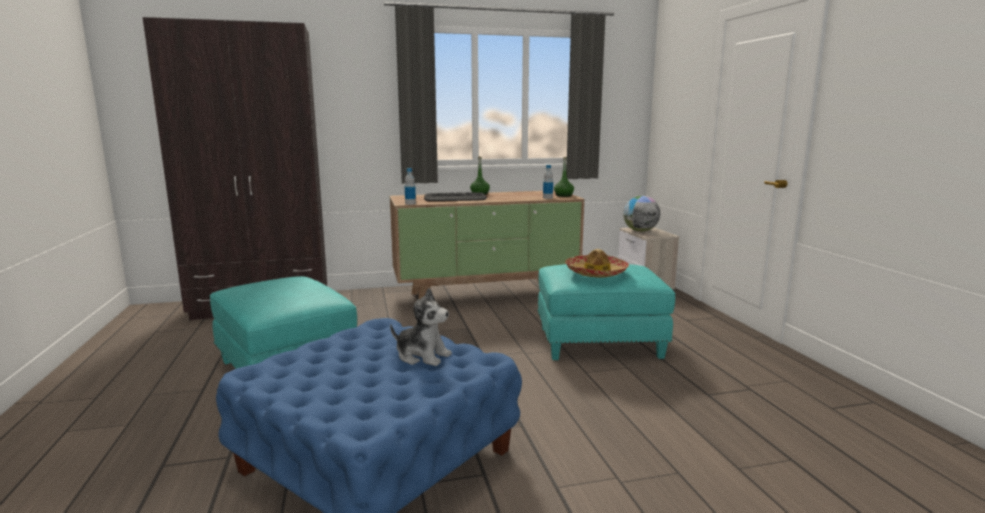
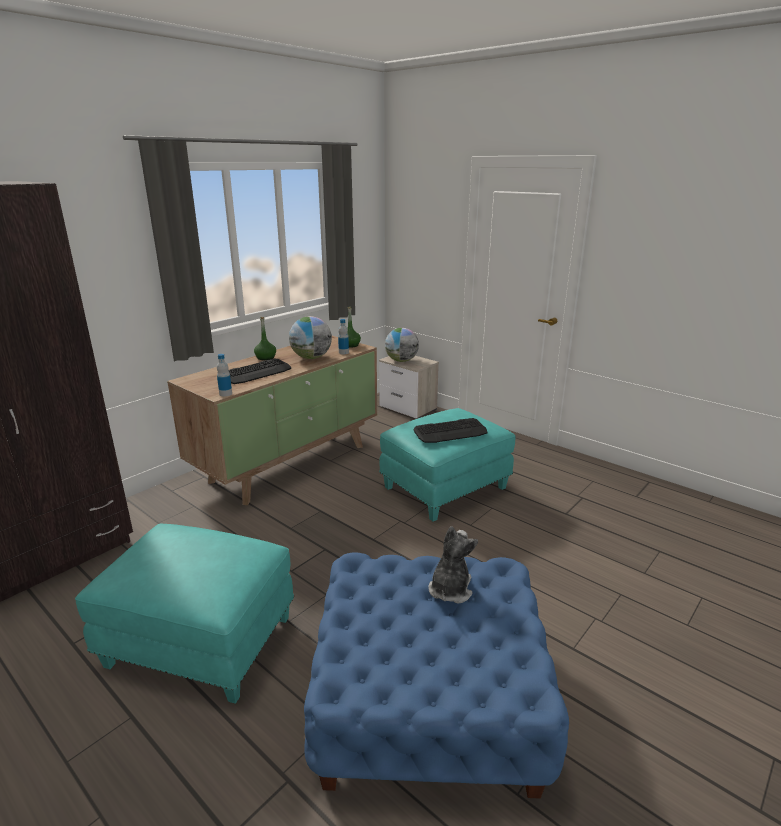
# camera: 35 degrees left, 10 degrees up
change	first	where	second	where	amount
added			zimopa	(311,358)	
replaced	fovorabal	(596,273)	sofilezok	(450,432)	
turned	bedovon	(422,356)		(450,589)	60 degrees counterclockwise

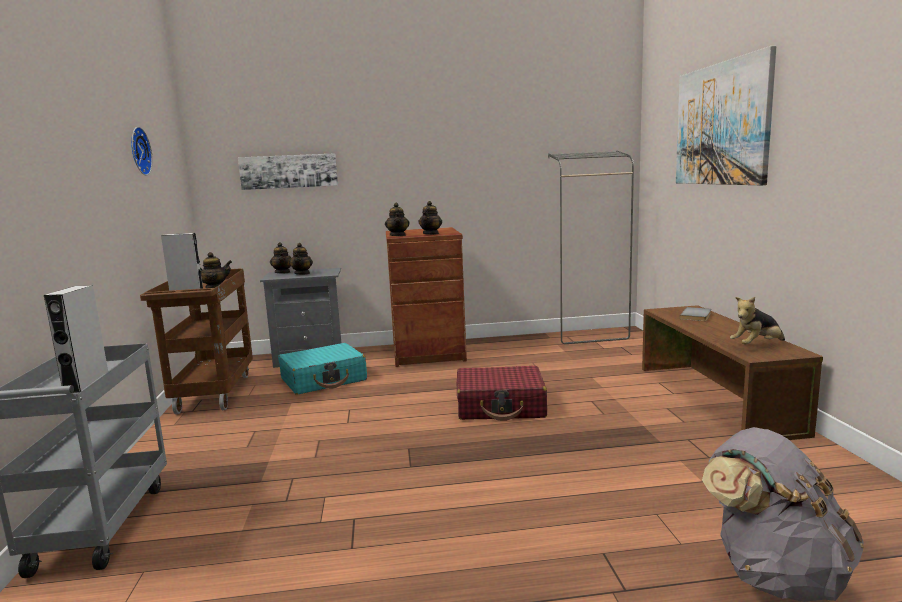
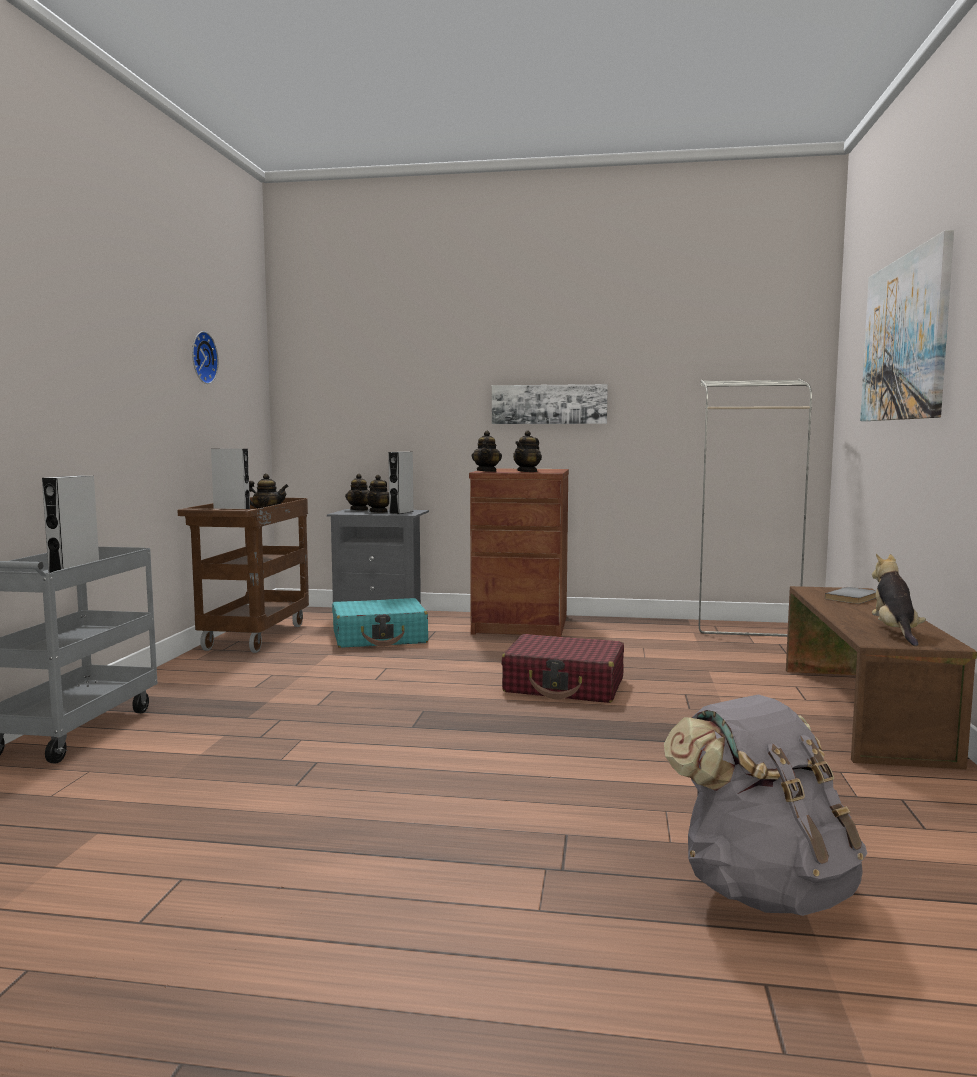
# camera: 15 degrees right, 5 degrees down
change	first	where	second	where	amount
added			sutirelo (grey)	(401,512)	
moved	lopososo	(289,171)		(549,404)	
turned	bedovon	(757,346)		(895,632)	105 degrees clockwise

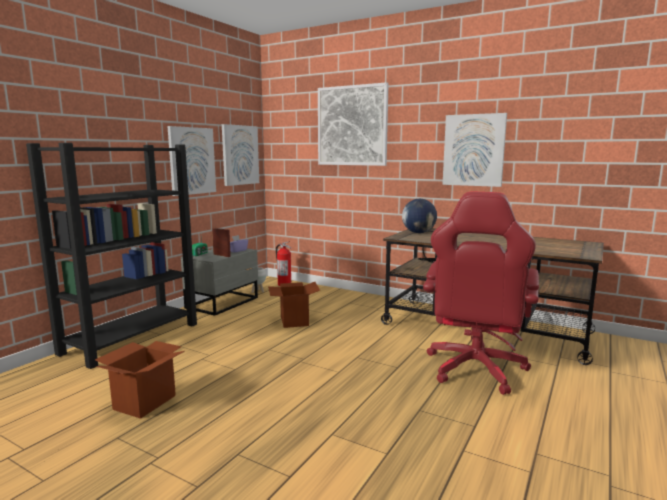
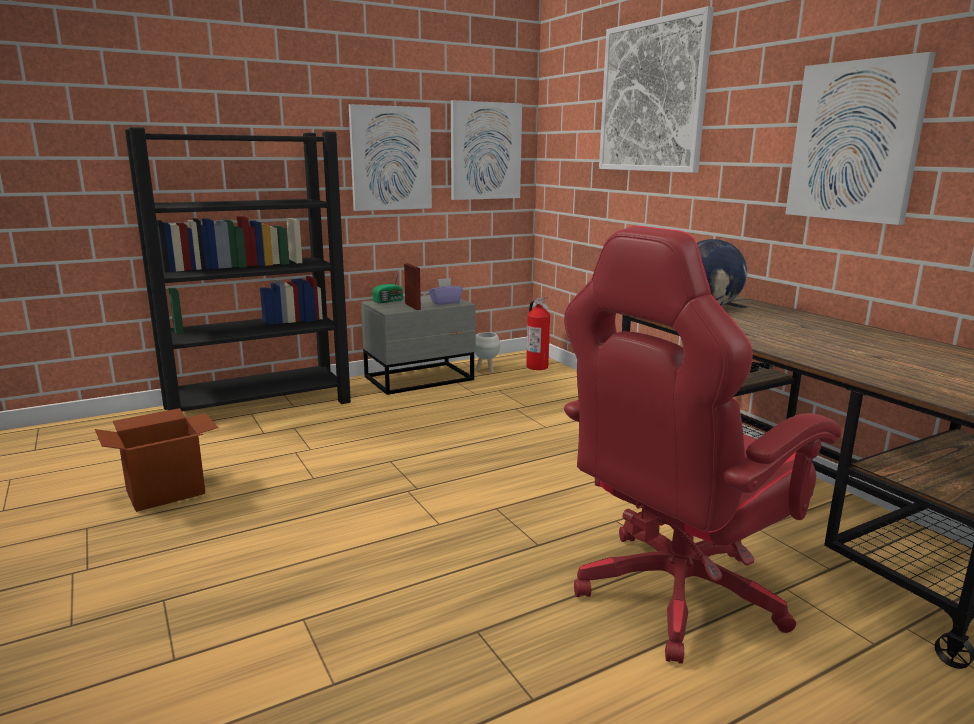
# camera: 30 degrees right, 5 degrees up
change	first	where	second	where	amount
removed	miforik	(294,321)			

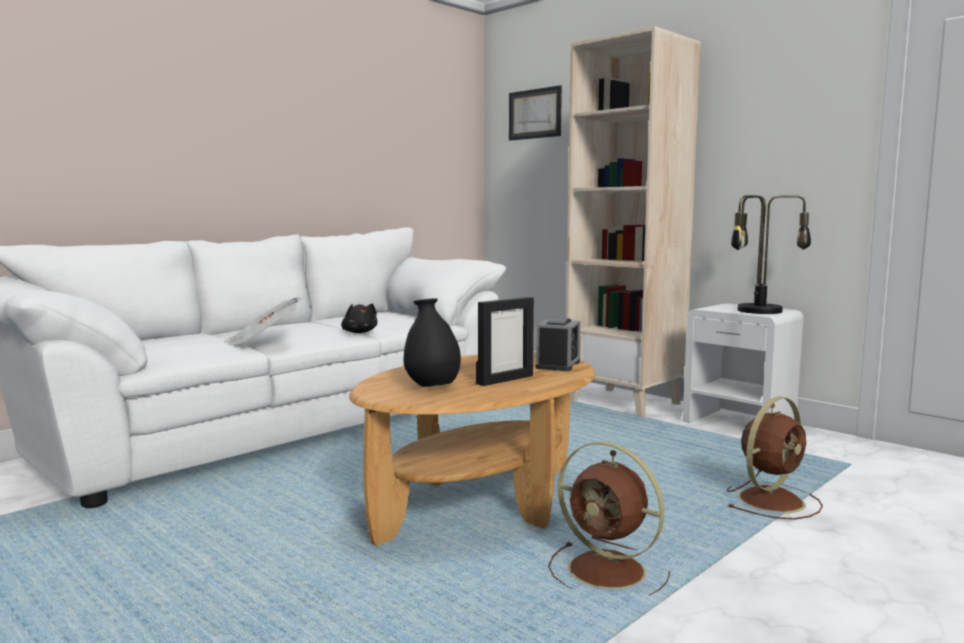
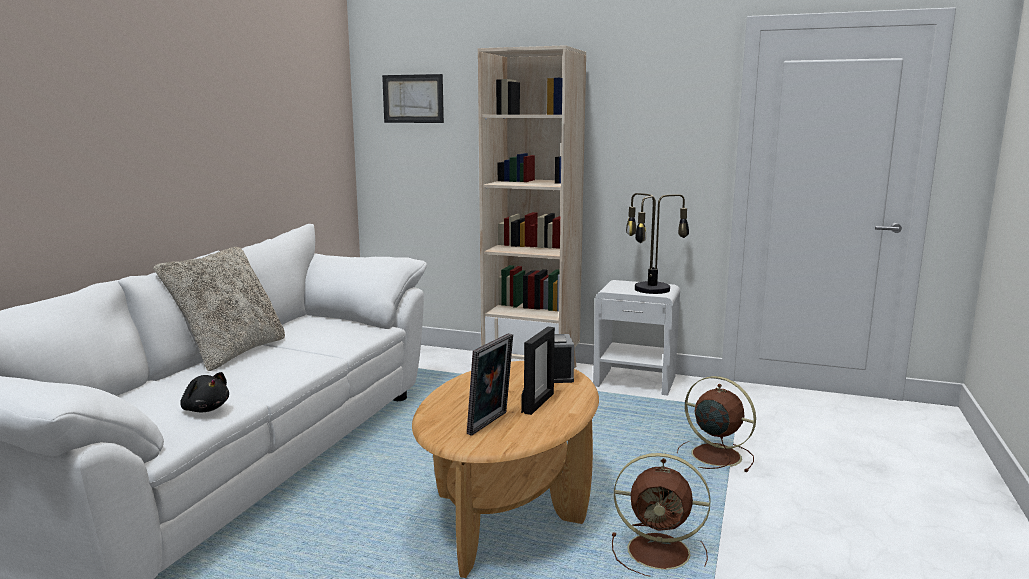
# camera: 25 degrees left, 5 degrees up
change	first	where	second	where	amount
removed	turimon	(263,341)			
added			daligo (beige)	(231,351)	
moved	bedovon (black)	(359,332)		(205,409)	
replaced	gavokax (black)	(432,387)	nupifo	(490,424)	
turned	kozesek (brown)	(772,500)		(713,455)	75 degrees counterclockwise

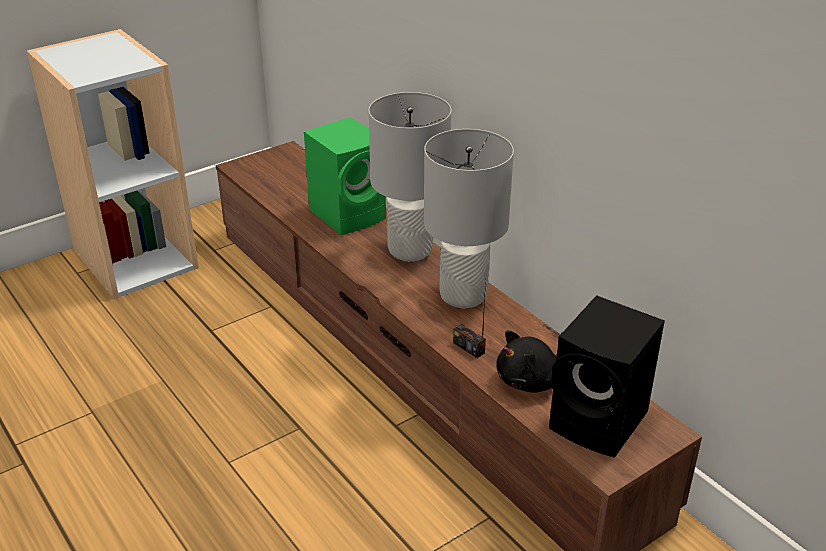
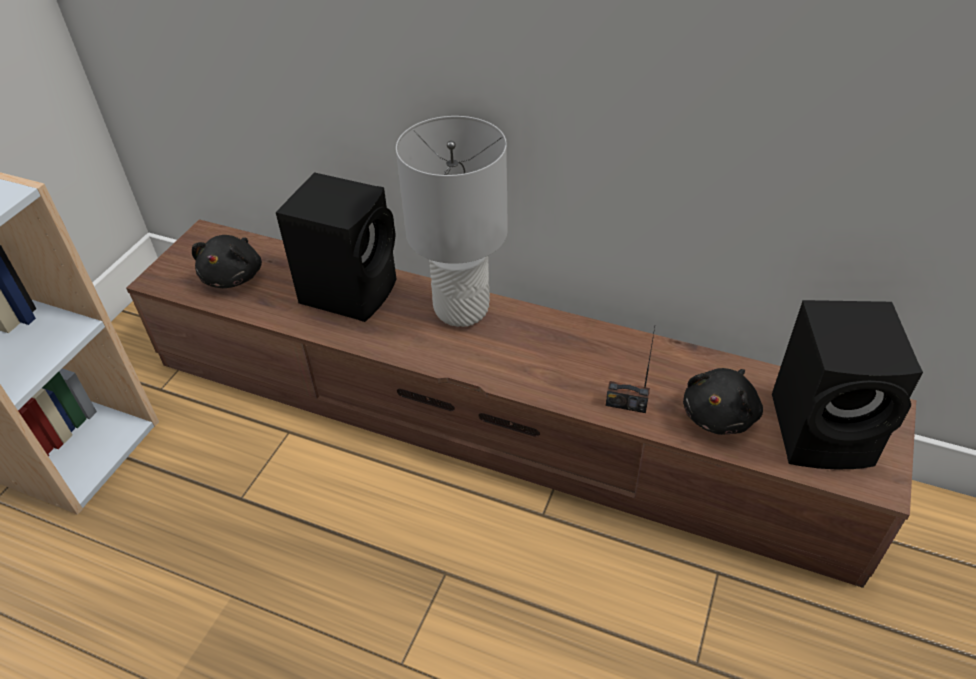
# camera: 30 degrees left, 10 degrees up
change	first	where	second	where	amount
removed	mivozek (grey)	(464,299)			
added			bedovon (black)	(234,276)	
recoloured	sutirelo (green)	(350,214)	sutirelo (black)	(351,290)	

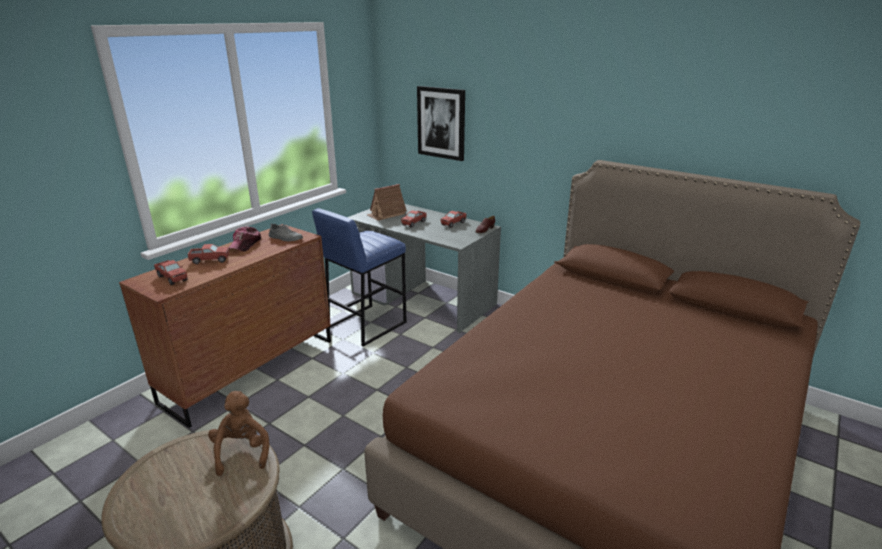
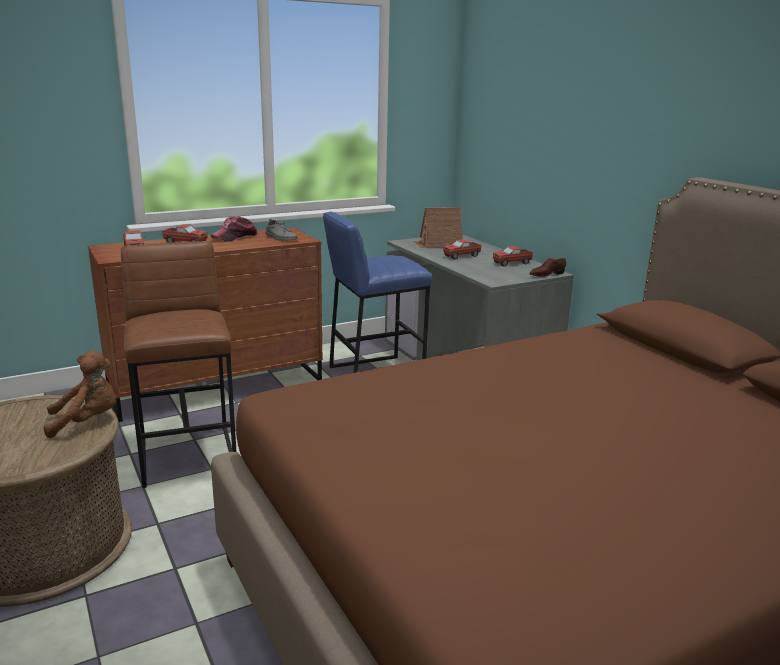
# camera: 25 degrees right, 5 degrees down
change	first	where	second	where	amount
removed	lopososo	(441,123)			
added			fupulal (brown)	(187,454)	
turned	bedovon (brown)	(242,452)		(87,421)	60 degrees clockwise

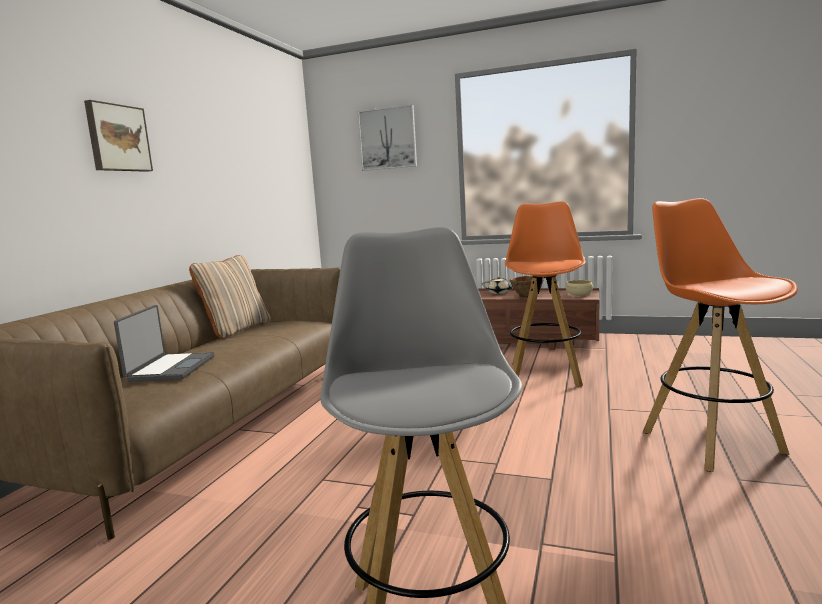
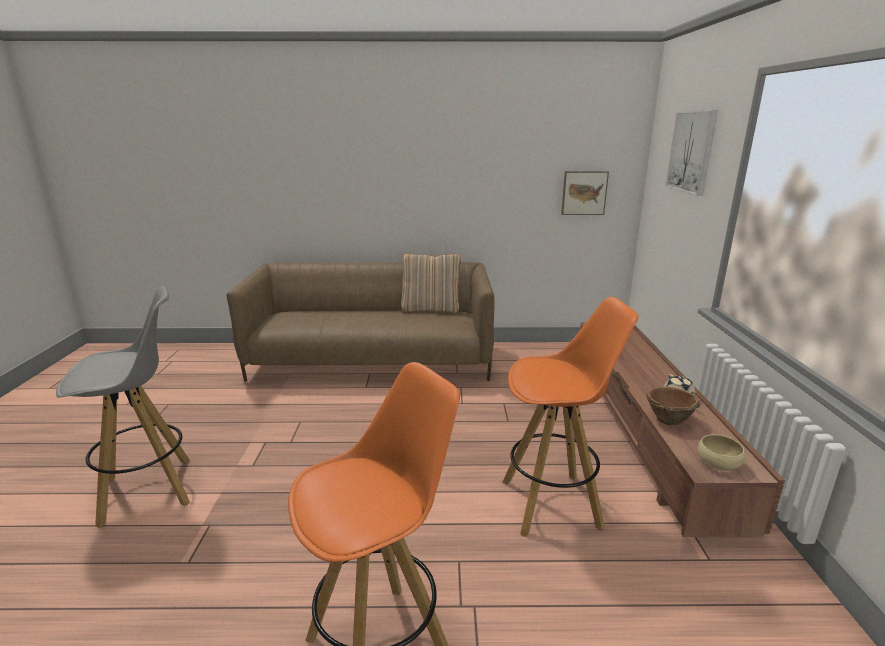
# camera: 70 degrees right, 10 degrees up
change	first	where	second	where	amount
removed	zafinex	(170,368)			
moved	lopososo	(117,138)		(583,193)	

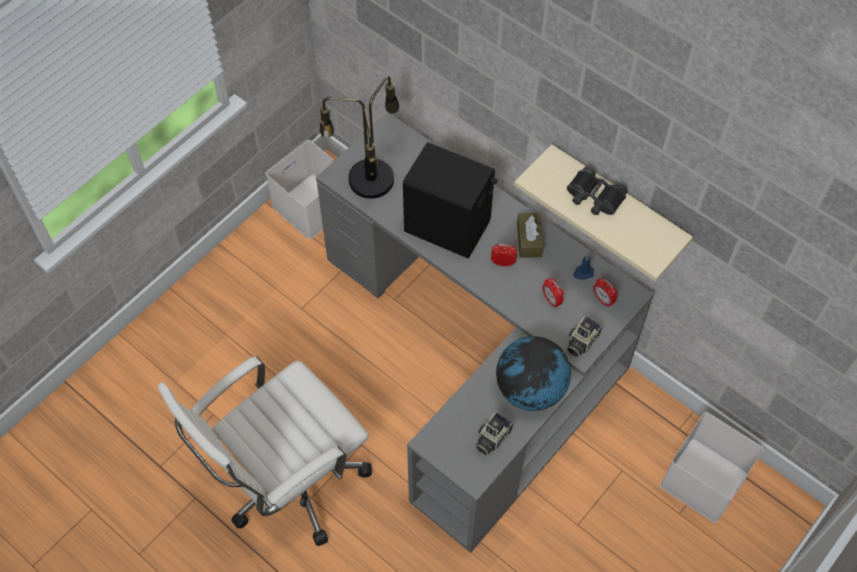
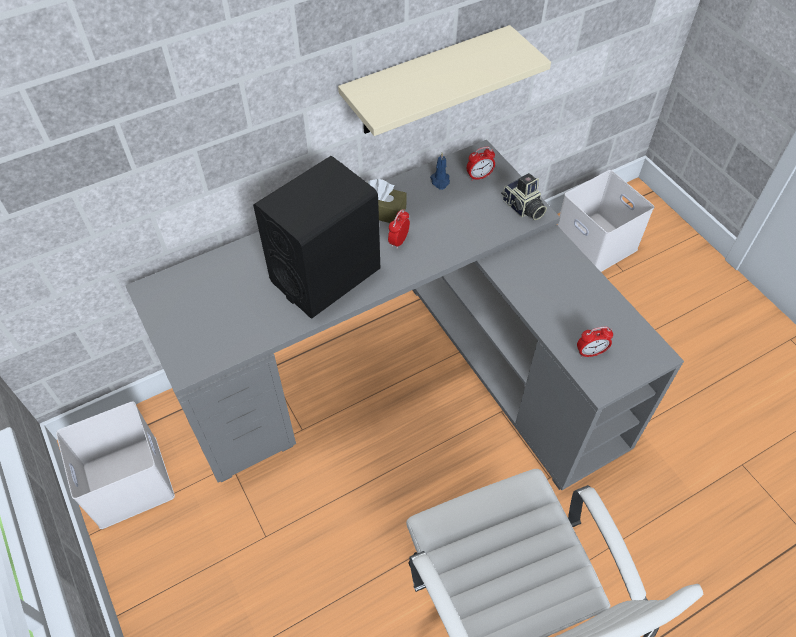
# camera: 70 degrees left, 5 degrees down
change	first	where	second	where	amount
removed	mivozek	(370,179)			
removed	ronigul	(491,438)			
removed	zimopa	(530,390)			
removed	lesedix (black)	(594,197)			
moved	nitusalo	(551,300)		(590,352)	

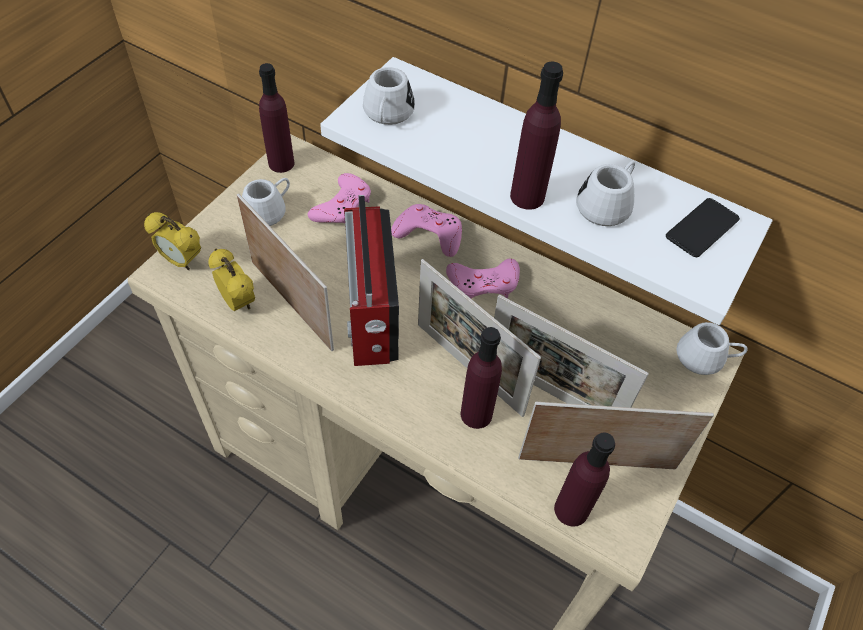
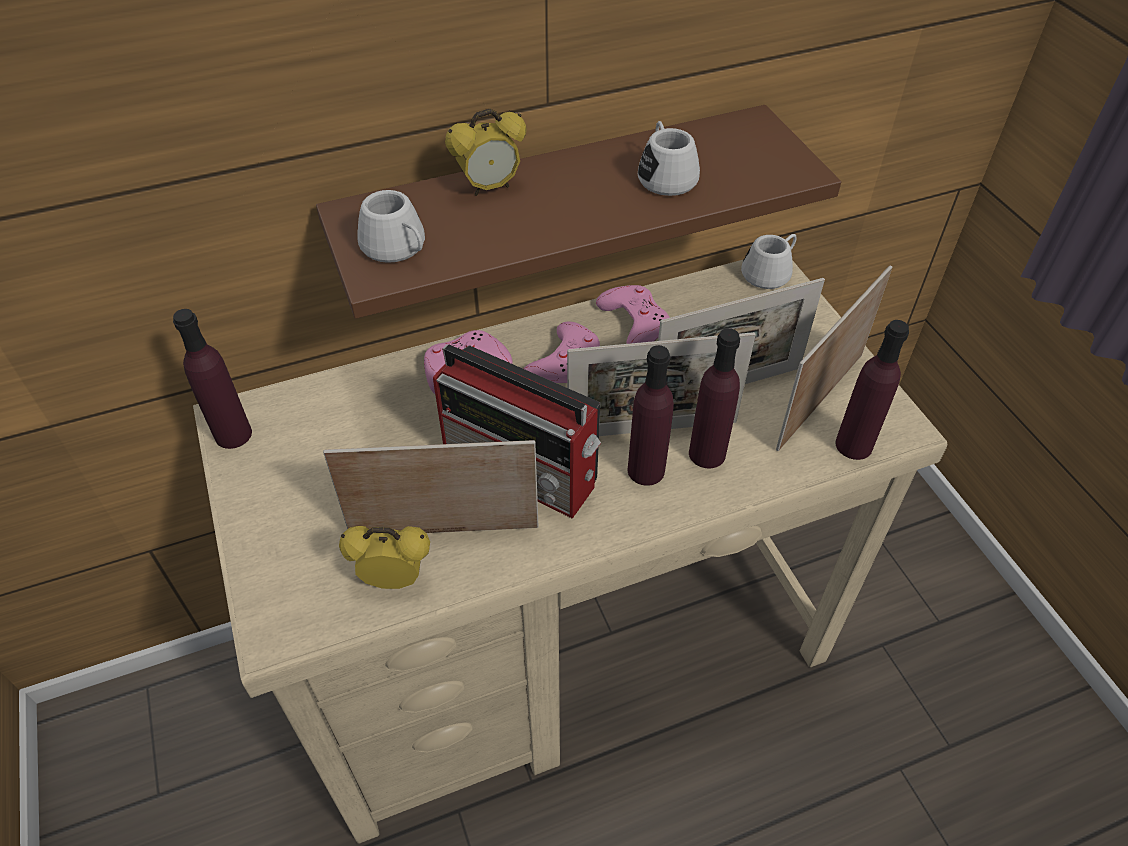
# camera: 50 degrees left, 5 degrees down
change	first	where	second	where	amount
removed	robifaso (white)	(269,210)			
removed	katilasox	(702,228)			
moved	nitusalo	(182,261)		(489,188)	
moved	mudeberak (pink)	(342,206)		(634,322)	
moved	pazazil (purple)	(527,196)		(646,470)	
recoloured	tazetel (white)	(558,173)	tazetel (brown)	(554,204)	

